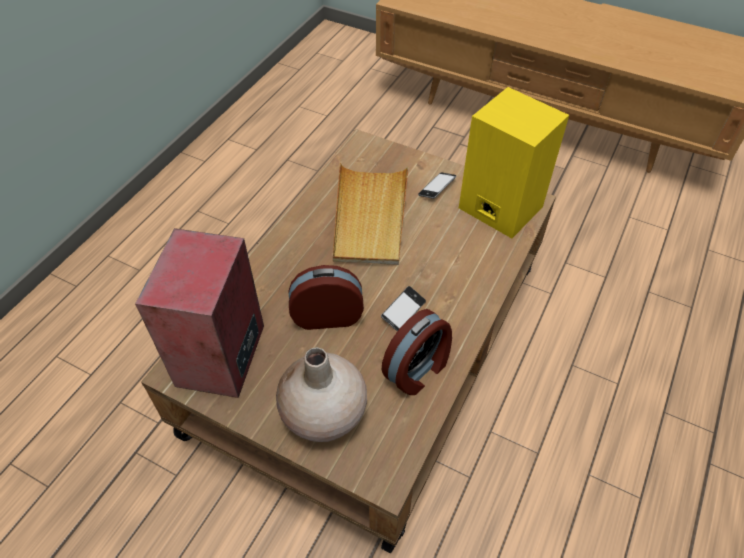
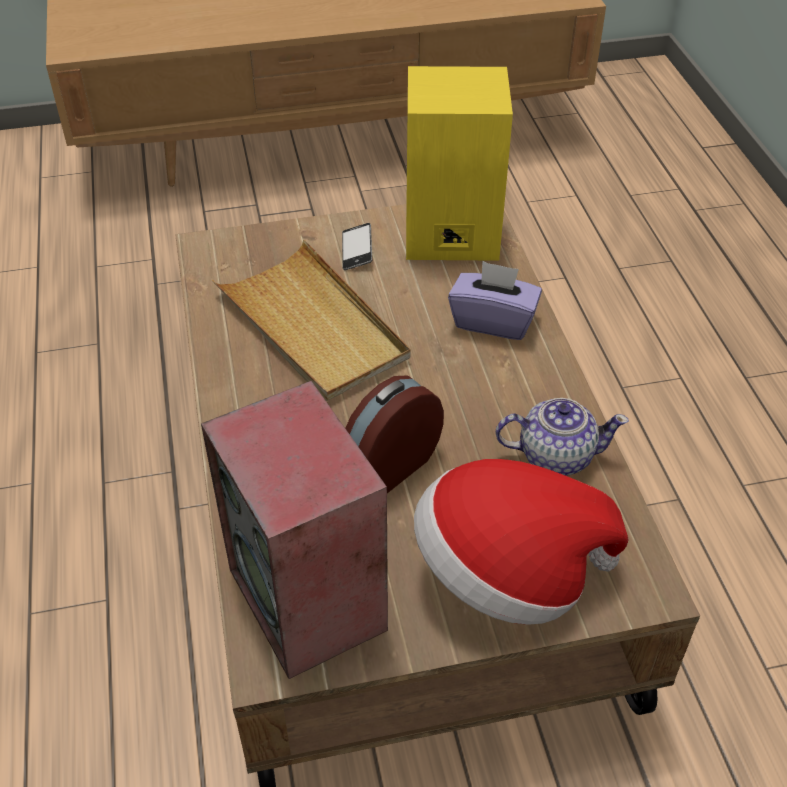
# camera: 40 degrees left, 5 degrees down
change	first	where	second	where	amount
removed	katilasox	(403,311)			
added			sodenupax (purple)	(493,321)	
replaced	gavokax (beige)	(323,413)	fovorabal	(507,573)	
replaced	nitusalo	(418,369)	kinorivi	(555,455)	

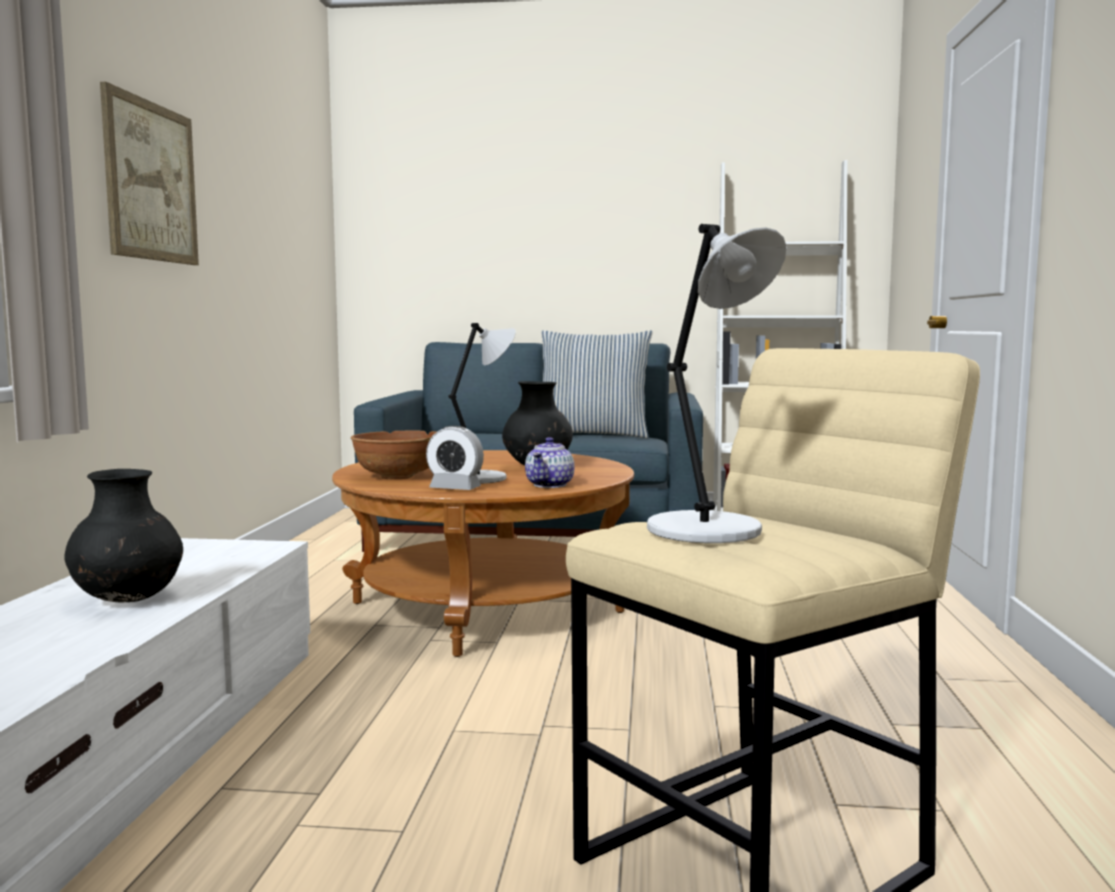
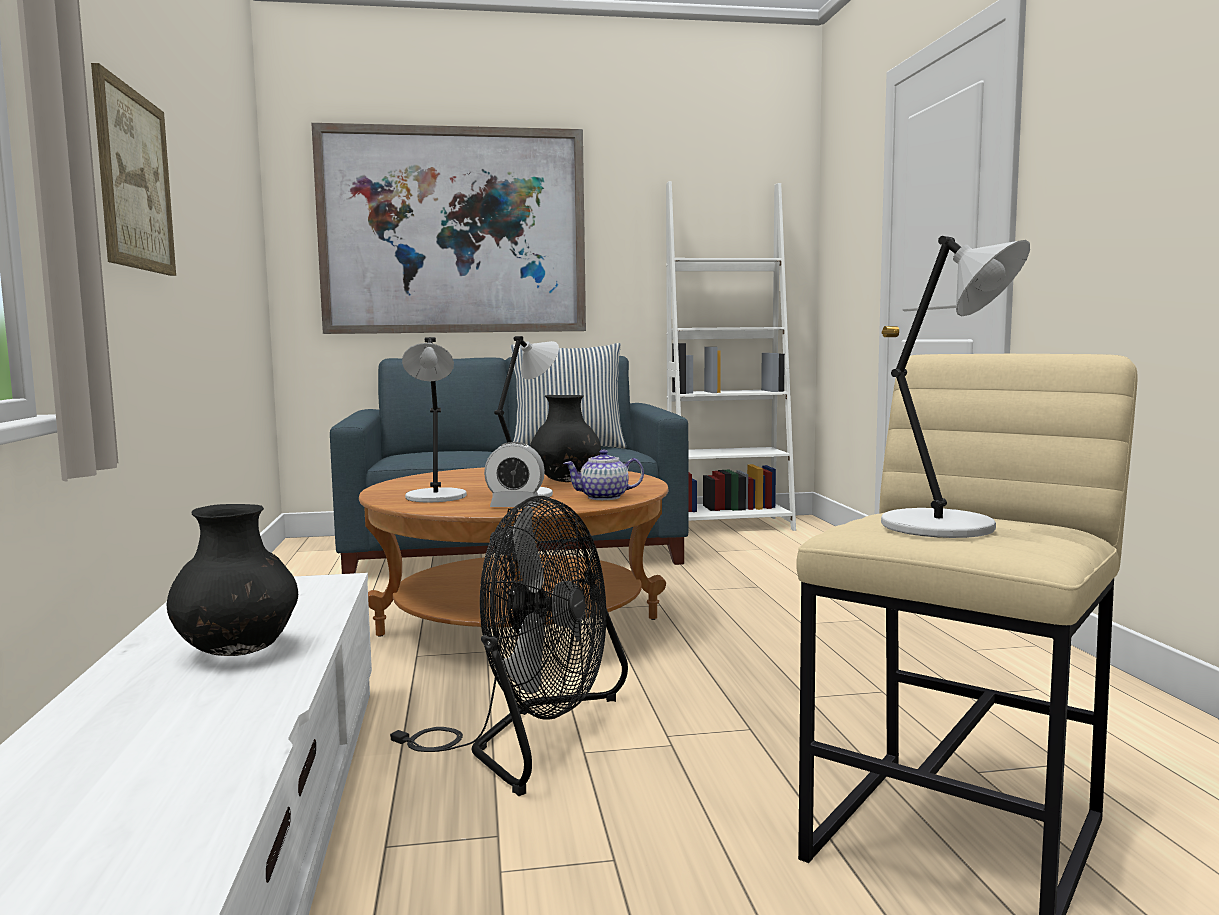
# camera: 15 degrees left, 0 degrees up
change	first	where	second	where	amount
added			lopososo	(454,232)	
added			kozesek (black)	(526,738)	
replaced	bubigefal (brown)	(397,476)	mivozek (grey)	(436,497)	
turned	kinorivi	(550,485)		(604,497)	75 degrees clockwise

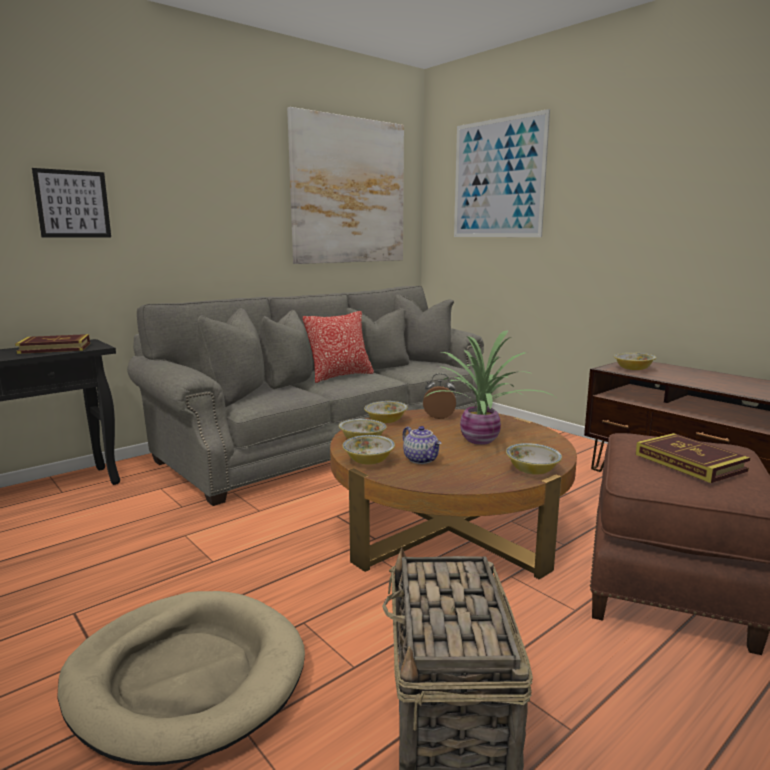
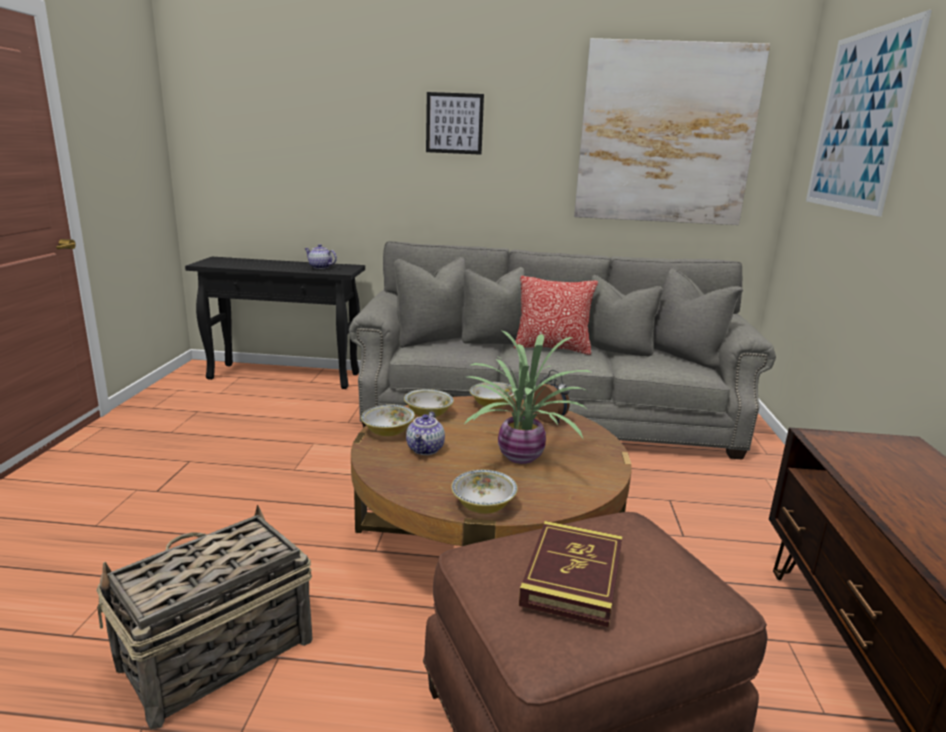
# camera: 45 degrees right, 5 degrees up
change	first	where	second	where	amount
removed	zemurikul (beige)	(186,677)			
removed	bubigefal	(633,369)			
moved	lopososo	(73,204)		(454,123)	
replaced	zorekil	(55,348)	kinorivi	(320,267)	

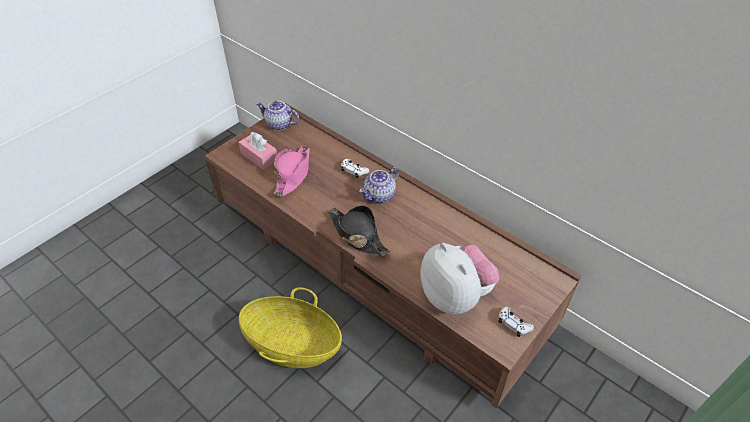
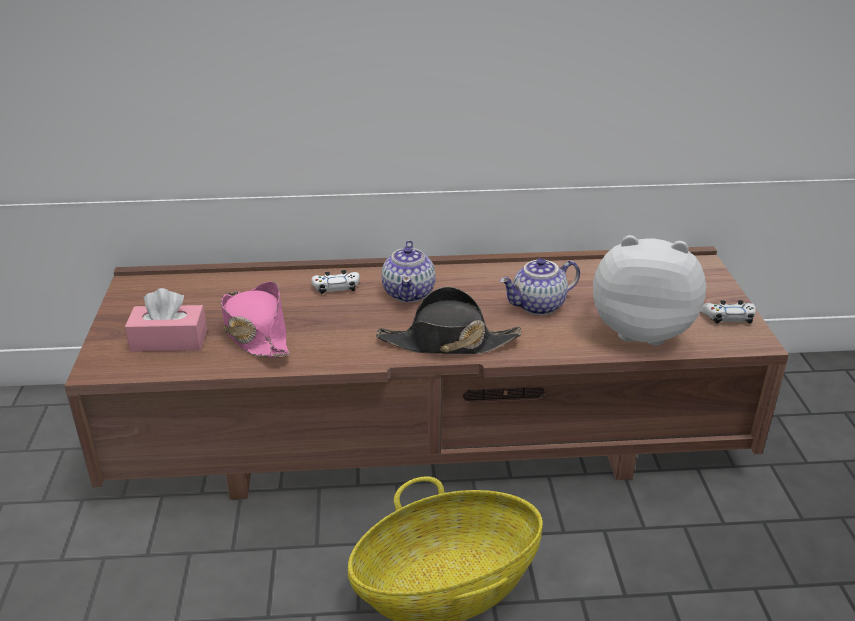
# camera: 45 degrees left, 15 degrees down
change	first	where	second	where	amount
moved	kinorivi	(278,124)		(538,306)	

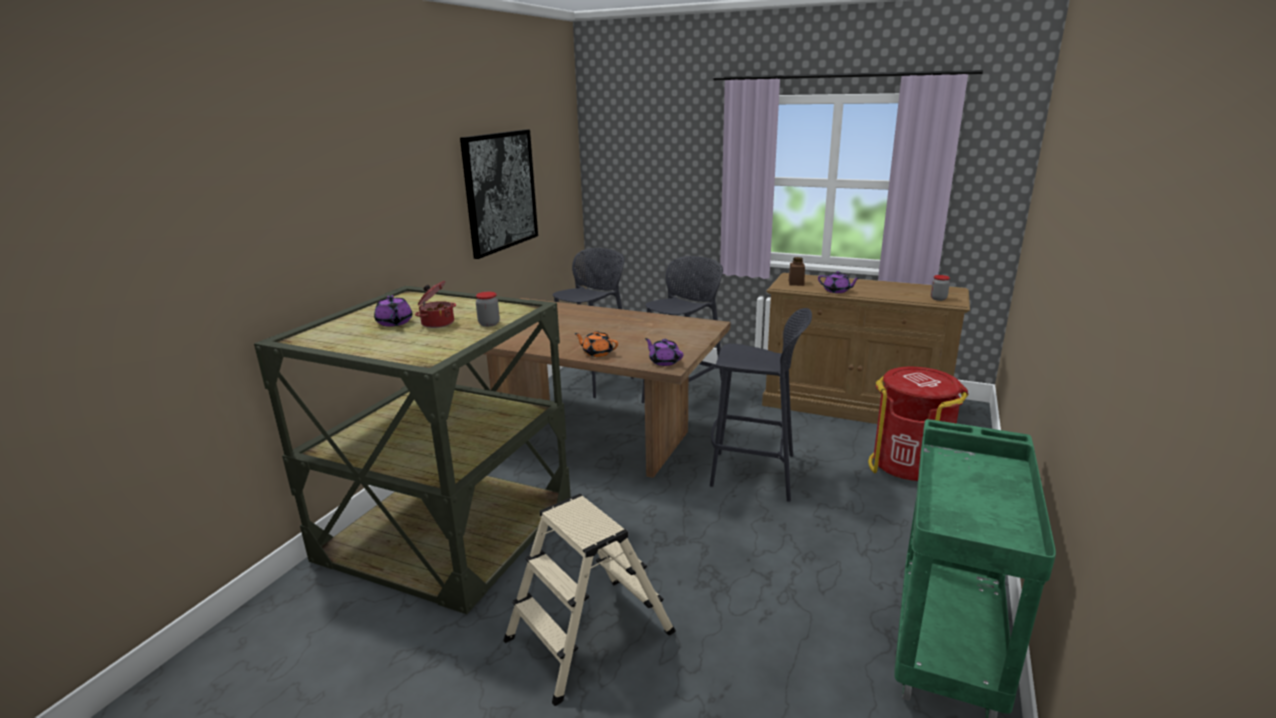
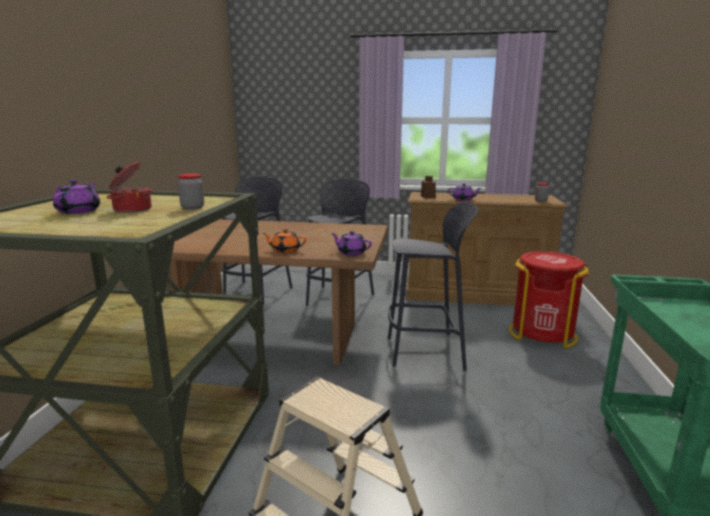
# camera: 15 degrees left, 5 degrees down
change	first	where	second	where	amount
removed	lopososo	(500,191)			
turned	kinorivi (purple)	(394,323)		(79,211)	135 degrees counterclockwise

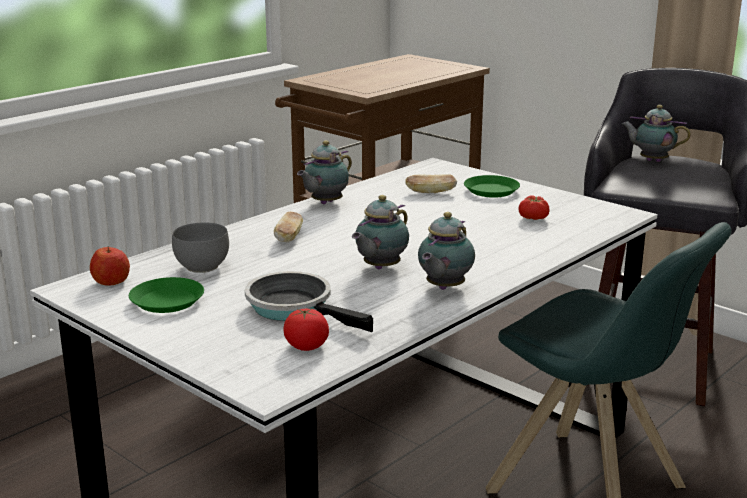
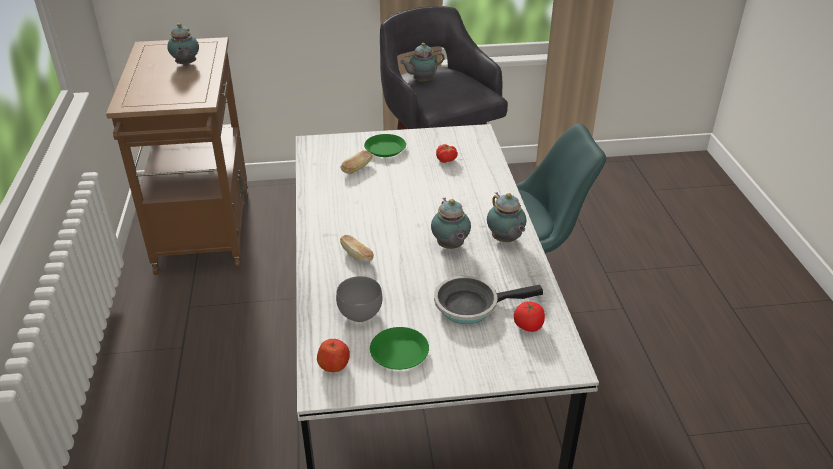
# camera: 50 degrees left, 15 degrees up
change	first	where	second	where	amount
moved	kinorivi	(325,203)		(186,65)	

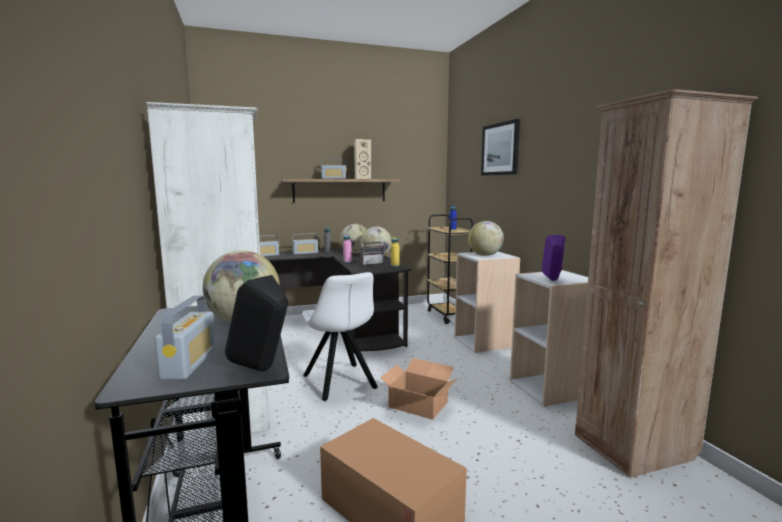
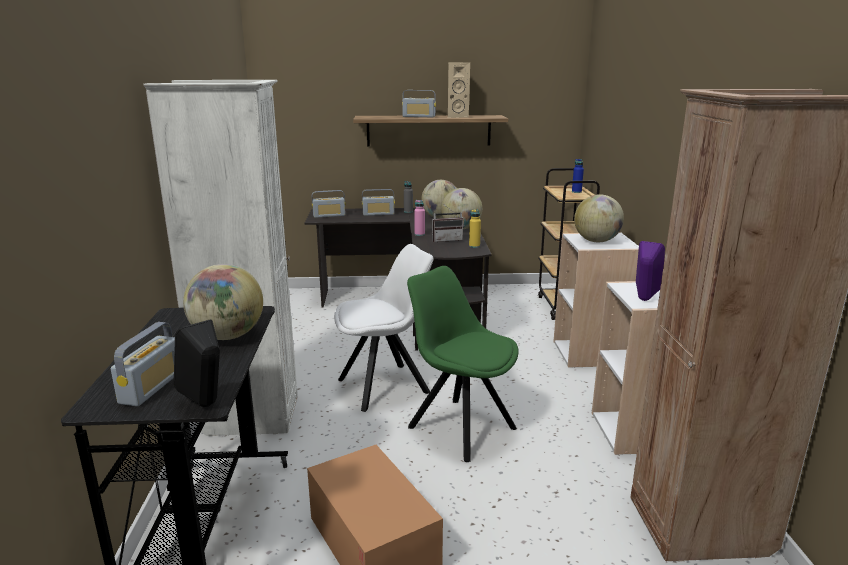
# camera: 15 degrees right, 10 degrees up
change	first	where	second	where	amount
removed	lopososo	(500,149)			
replaced	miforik	(418,404)	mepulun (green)	(460,428)	
turned	mepulun (white)	(340,382)		(384,386)	105 degrees counterclockwise

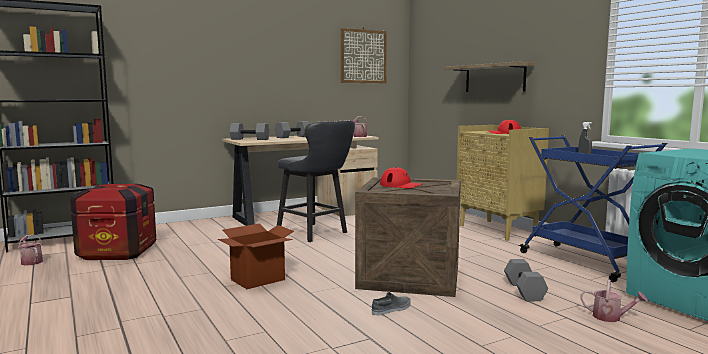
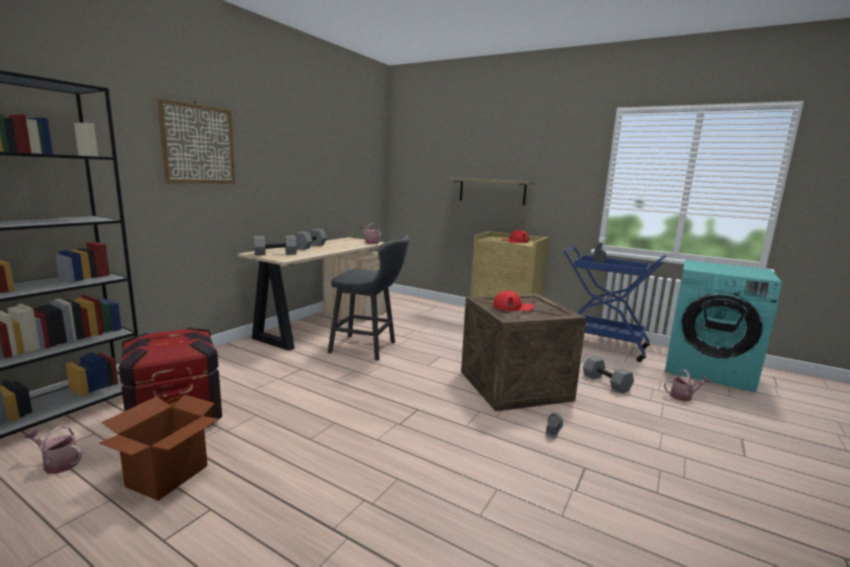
# camera: 30 degrees left, 5 degrees up
change	first	where	second	where	amount
moved	miforik	(257,280)		(167,476)	
moved	lopososo	(363,55)		(198,143)	

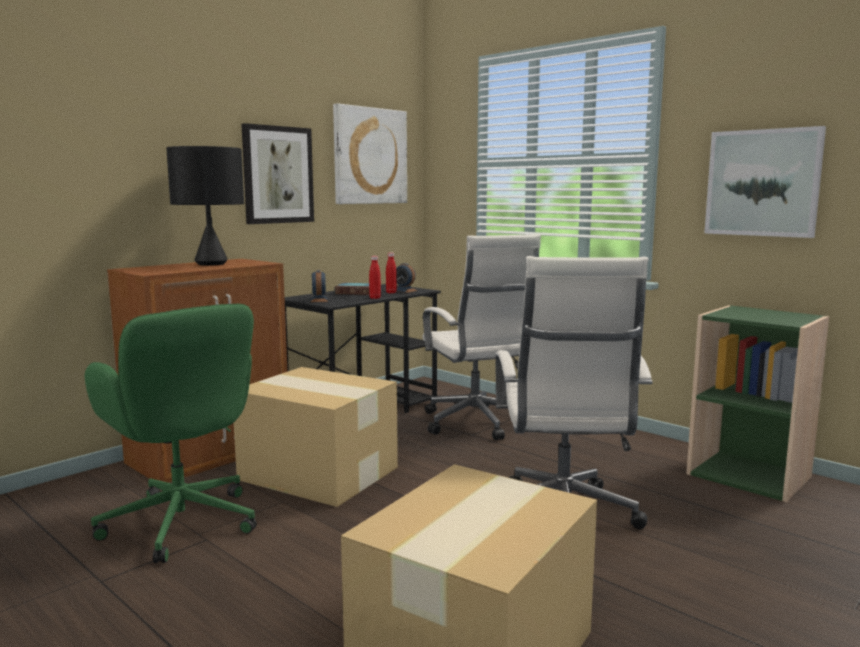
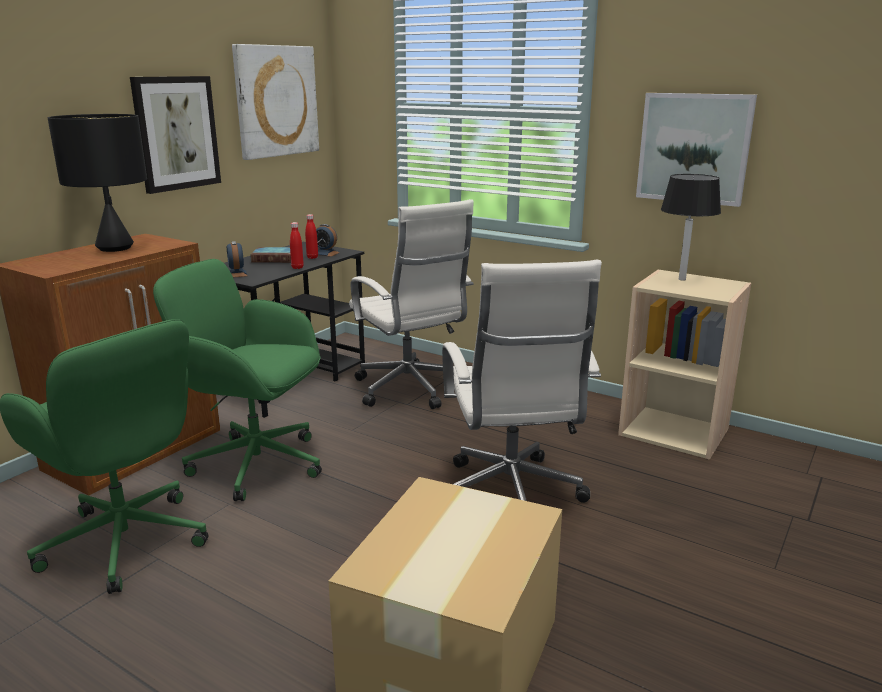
# camera: 10 degrees left, 10 degrees up
change	first	where	second	where	amount
added			mivozek (black)	(682,279)	
replaced	miforik	(318,472)	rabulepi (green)	(258,464)	
recoloured	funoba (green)	(750,475)	funoba (beige)	(675,431)	

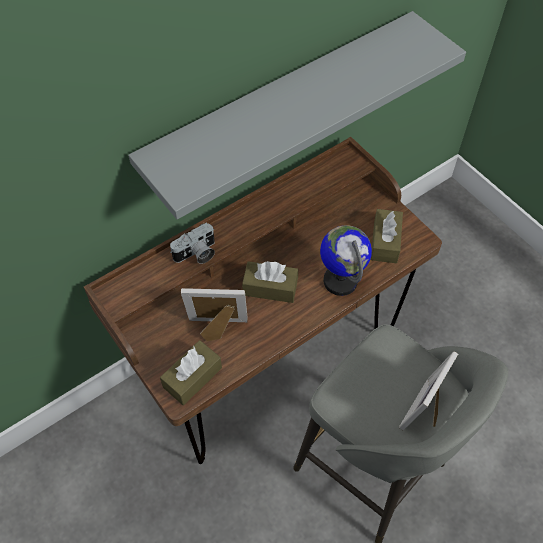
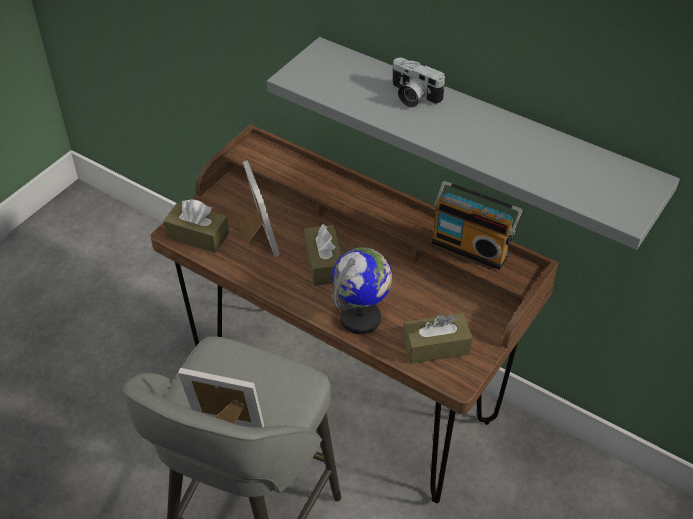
# camera: 70 degrees right, 10 degrees down
change	first	where	second	where	amount
added			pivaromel	(471,247)	
moved	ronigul	(197,254)		(413,96)	

